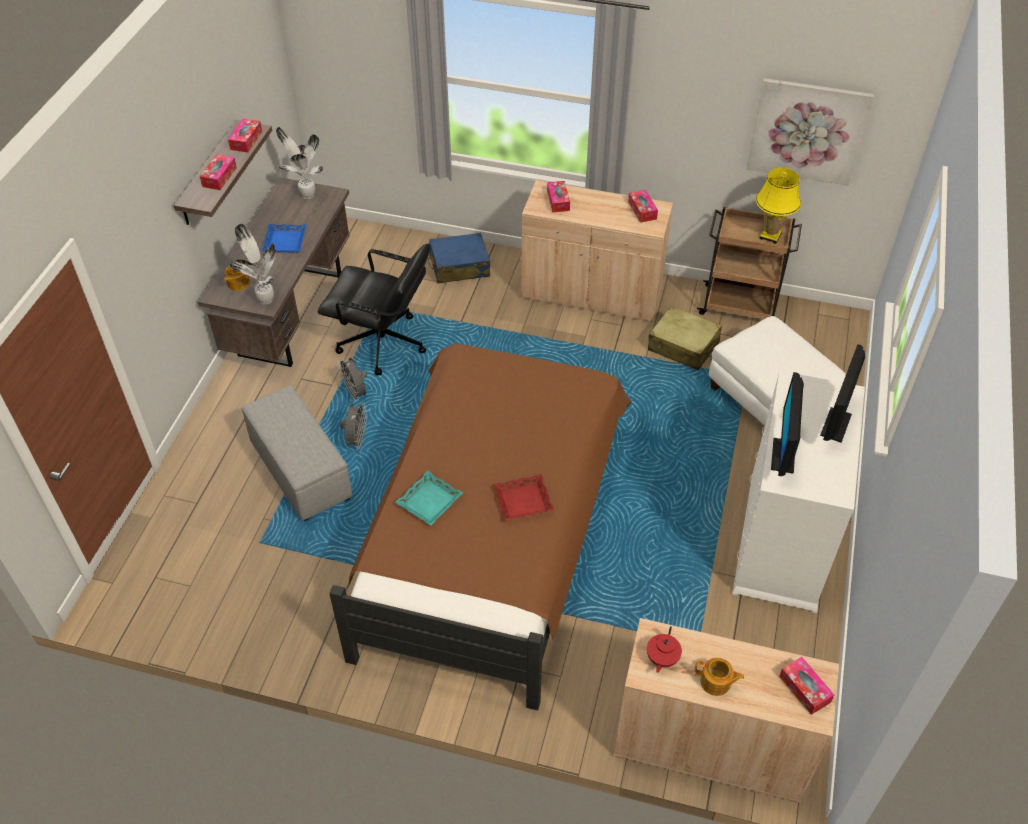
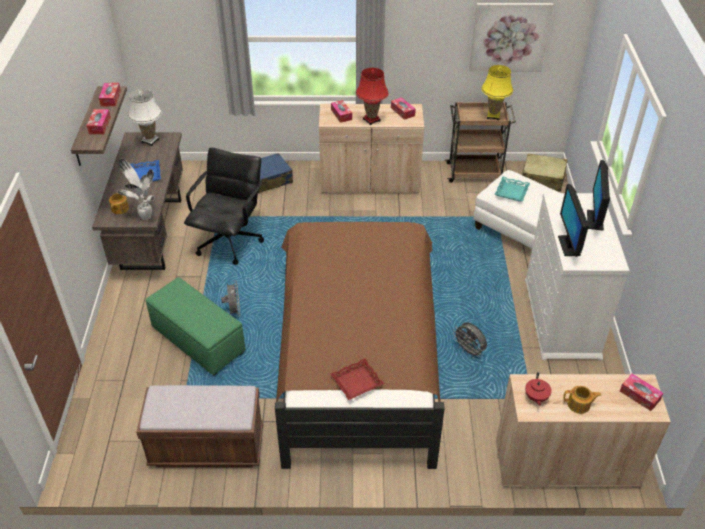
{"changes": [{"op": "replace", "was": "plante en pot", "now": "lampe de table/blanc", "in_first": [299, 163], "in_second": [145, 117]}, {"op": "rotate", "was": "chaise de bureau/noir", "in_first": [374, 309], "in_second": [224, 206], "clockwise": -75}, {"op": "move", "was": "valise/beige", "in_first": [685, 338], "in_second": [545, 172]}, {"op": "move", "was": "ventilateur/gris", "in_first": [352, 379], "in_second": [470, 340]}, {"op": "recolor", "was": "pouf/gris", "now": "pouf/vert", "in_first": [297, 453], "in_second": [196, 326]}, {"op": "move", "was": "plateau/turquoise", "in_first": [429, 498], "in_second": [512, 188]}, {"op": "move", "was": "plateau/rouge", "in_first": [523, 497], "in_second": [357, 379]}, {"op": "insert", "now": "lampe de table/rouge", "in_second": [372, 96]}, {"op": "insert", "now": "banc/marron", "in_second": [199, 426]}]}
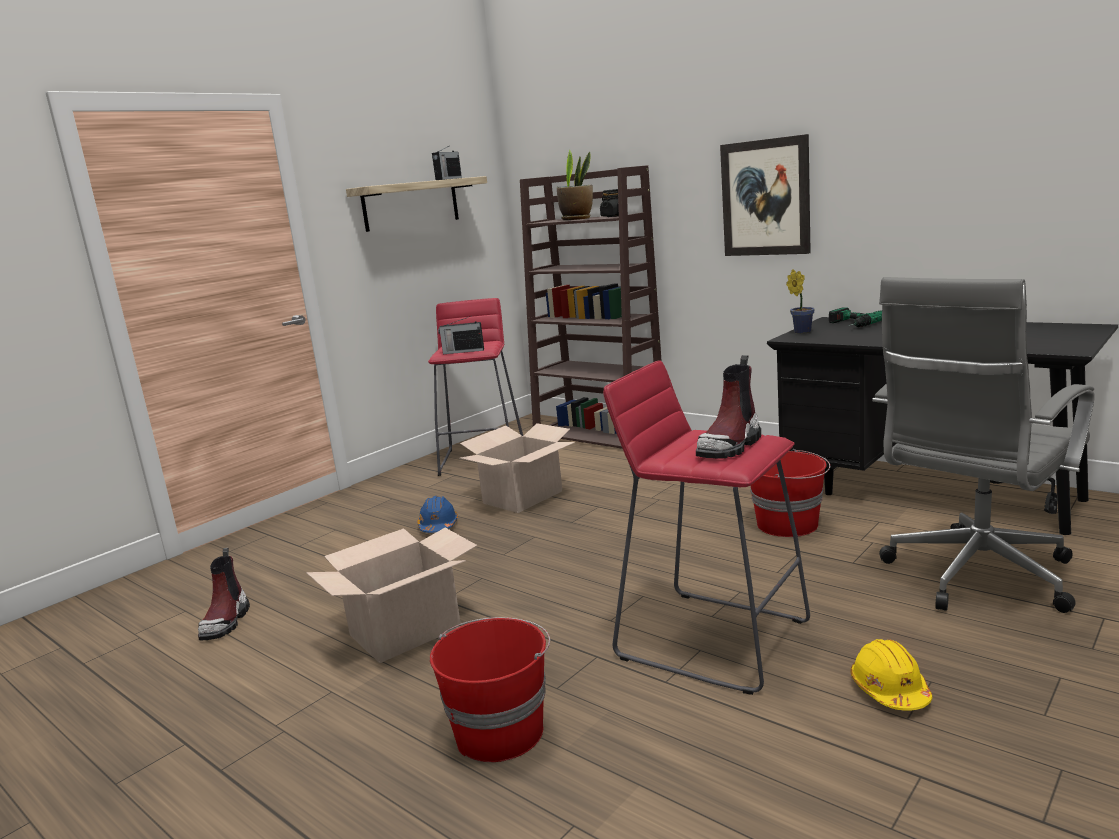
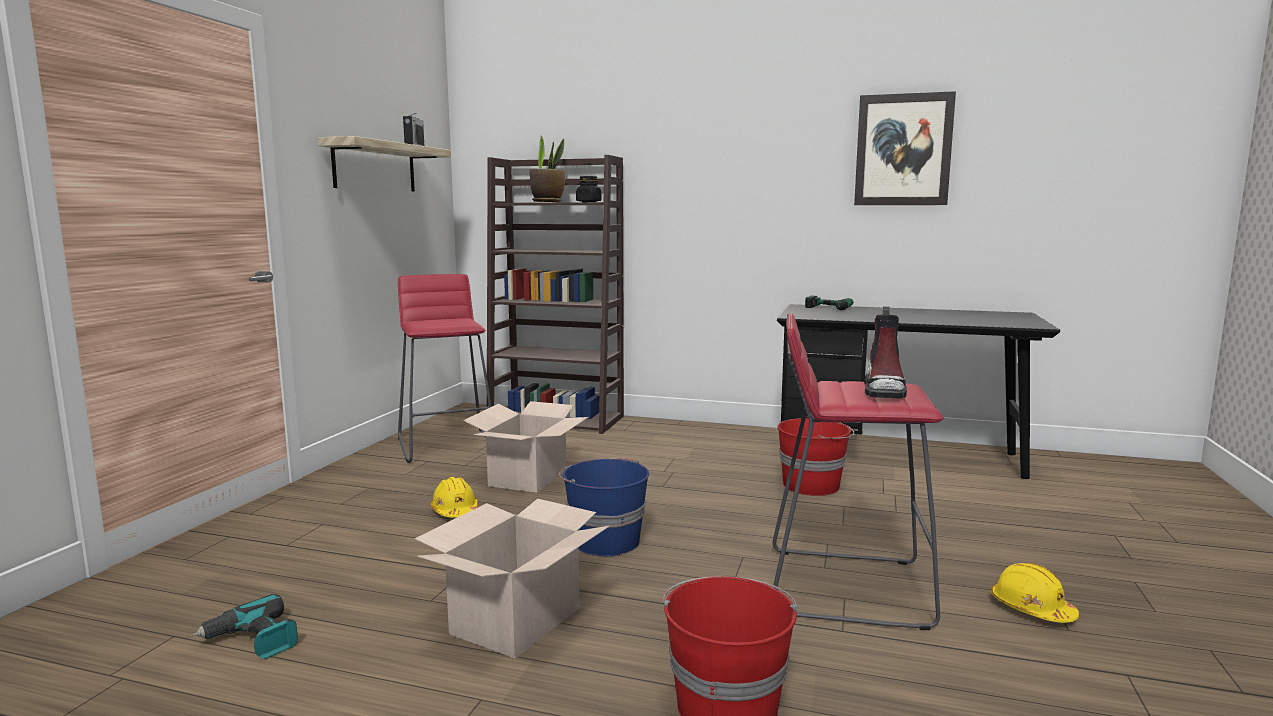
{"changes": [{"op": "move", "was": "tableau", "in_first": [765, 195], "in_second": [905, 148]}, {"op": "delete", "was": "plante en pot", "in_first": [800, 301]}, {"op": "delete", "was": "chaise de bureau/gris", "in_first": [983, 445]}, {"op": "delete", "was": "radio", "in_first": [461, 335]}, {"op": "recolor", "was": "casque de chantier/bleu", "now": "casque de chantier/jaune", "in_first": [437, 514], "in_second": [454, 497]}, {"op": "replace", "was": "botte", "now": "perceuse", "in_first": [224, 594], "in_second": [245, 626]}, {"op": "insert", "now": "seau/bleu", "in_second": [604, 507]}]}
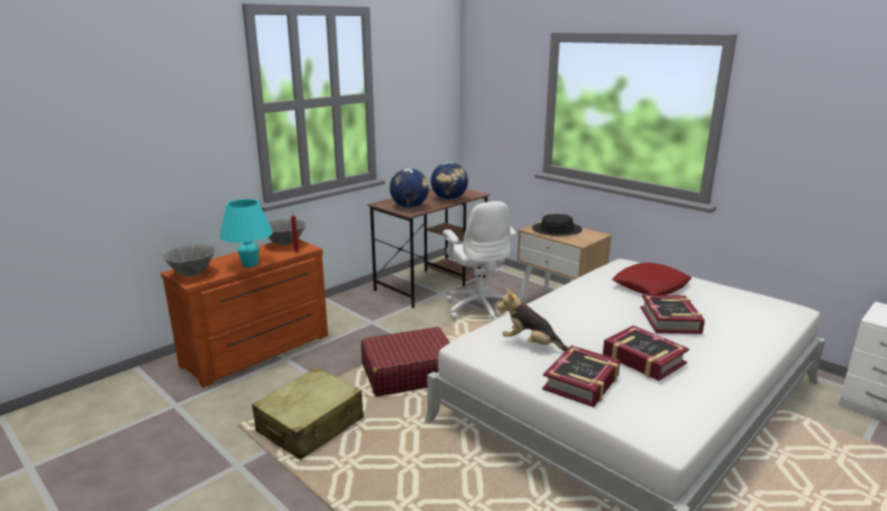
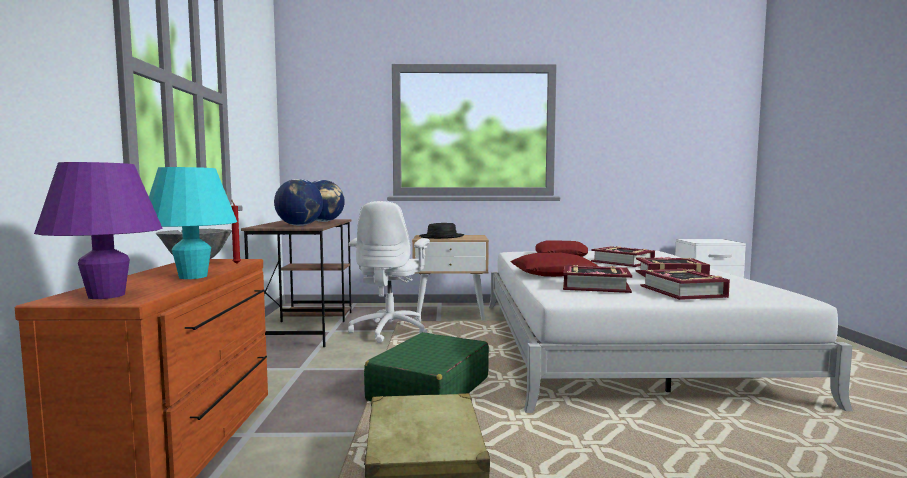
{"changes": [{"op": "rotate", "was": "chaise de bureau/blanc", "in_first": [479, 261], "in_second": [389, 272], "clockwise": 75}, {"op": "replace", "was": "bol/gris", "now": "lampe de table/violet", "in_first": [189, 260], "in_second": [98, 230]}, {"op": "replace", "was": "peluche", "now": "livre", "in_first": [533, 319], "in_second": [597, 279]}, {"op": "recolor", "was": "valise/rouge", "now": "valise/vert", "in_first": [405, 361], "in_second": [426, 366]}, {"op": "insert", "now": "coussin/rouge", "in_second": [554, 265]}]}
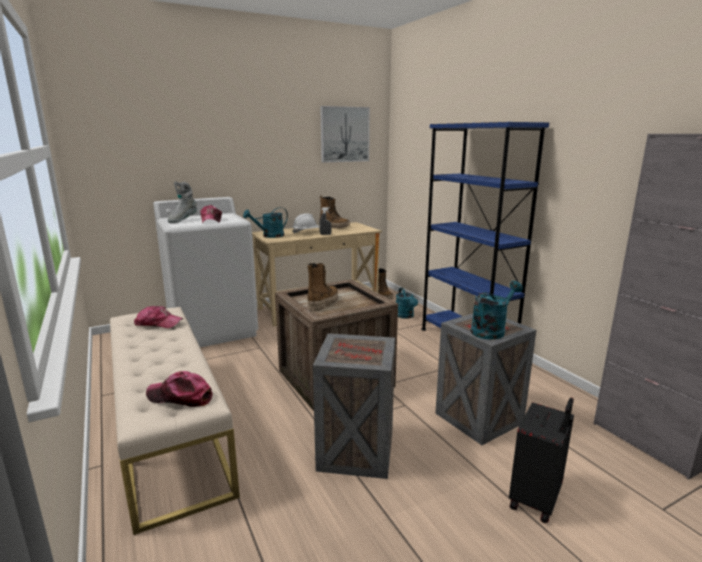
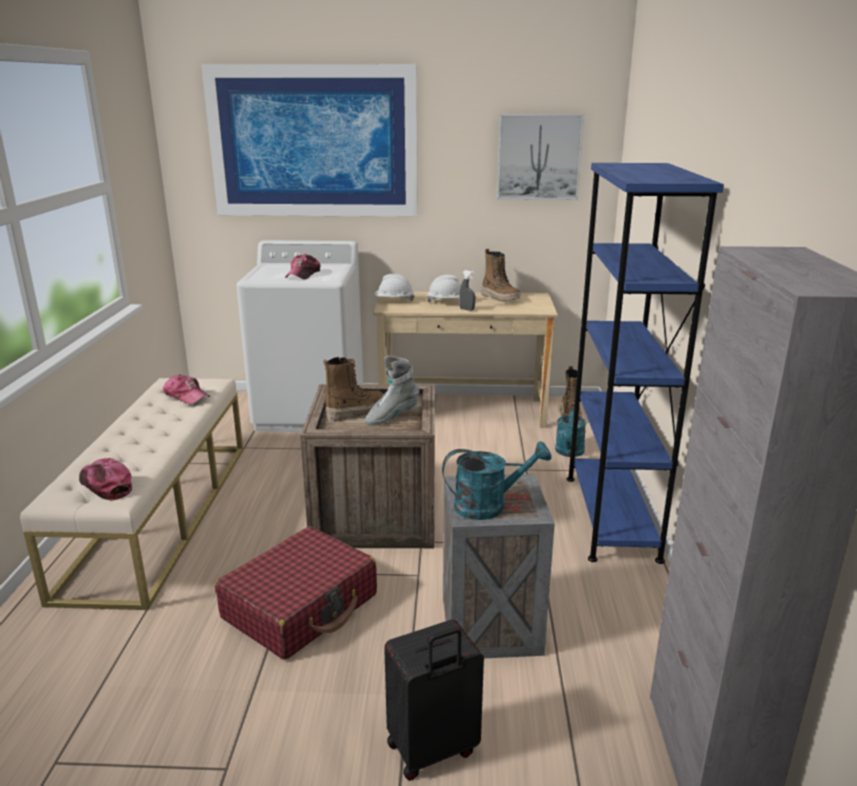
{"changes": [{"op": "move", "was": "botte/gris", "in_first": [182, 202], "in_second": [392, 390]}, {"op": "replace", "was": "arrosoir/turquoise", "now": "casque de chantier/blanc", "in_first": [265, 222], "in_second": [394, 287]}, {"op": "replace", "was": "caisse", "now": "valise/rouge", "in_first": [354, 406], "in_second": [296, 593]}, {"op": "insert", "now": "tableau", "in_second": [309, 140]}]}
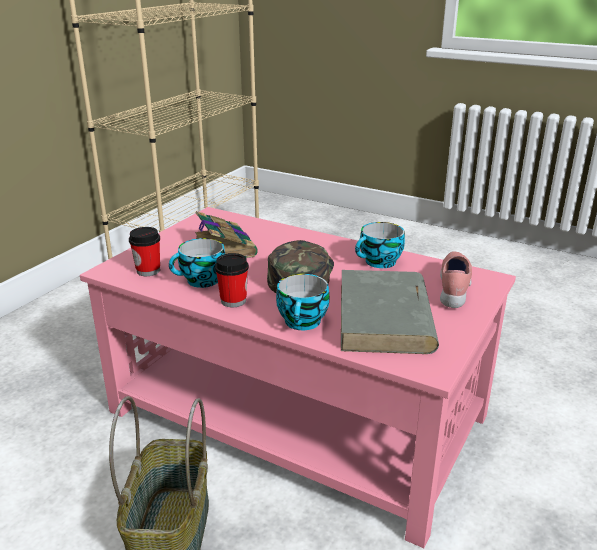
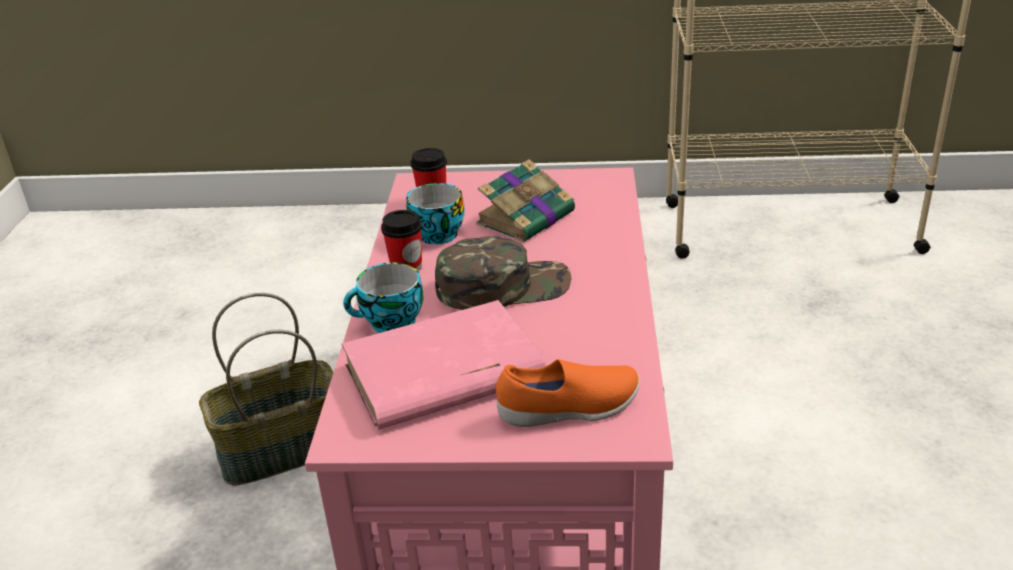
{"changes": [{"op": "delete", "was": "tasse", "in_first": [380, 245]}, {"op": "recolor", "was": "chaussure/rose", "now": "chaussure/orange", "in_first": [456, 279], "in_second": [568, 393]}, {"op": "recolor", "was": "livre/gris", "now": "livre/rose", "in_first": [390, 312], "in_second": [444, 365]}]}
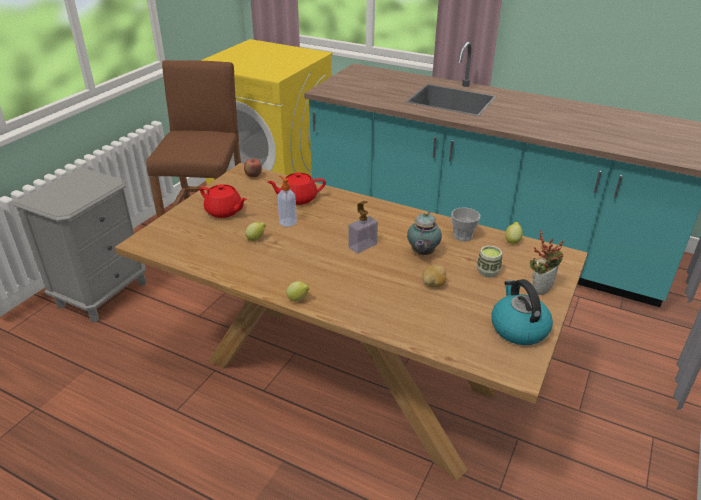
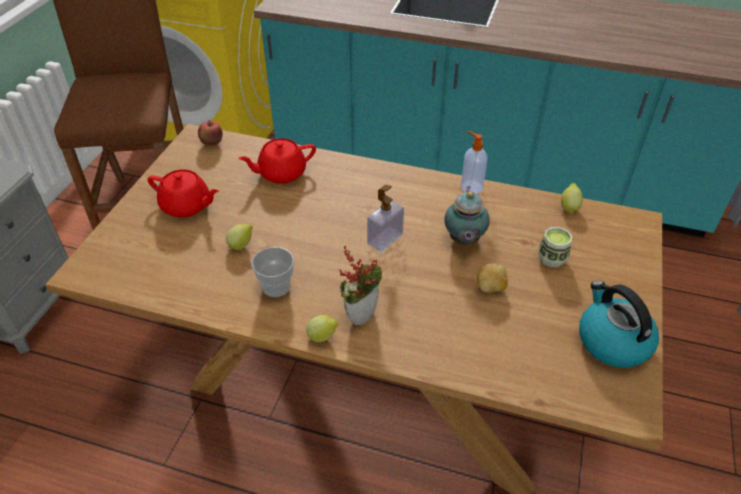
{"changes": [{"op": "move", "was": "distributeur de savon", "in_first": [287, 201], "in_second": [474, 162]}, {"op": "move", "was": "tasse", "in_first": [465, 224], "in_second": [272, 272]}, {"op": "move", "was": "plante en pot", "in_first": [547, 262], "in_second": [360, 286]}]}
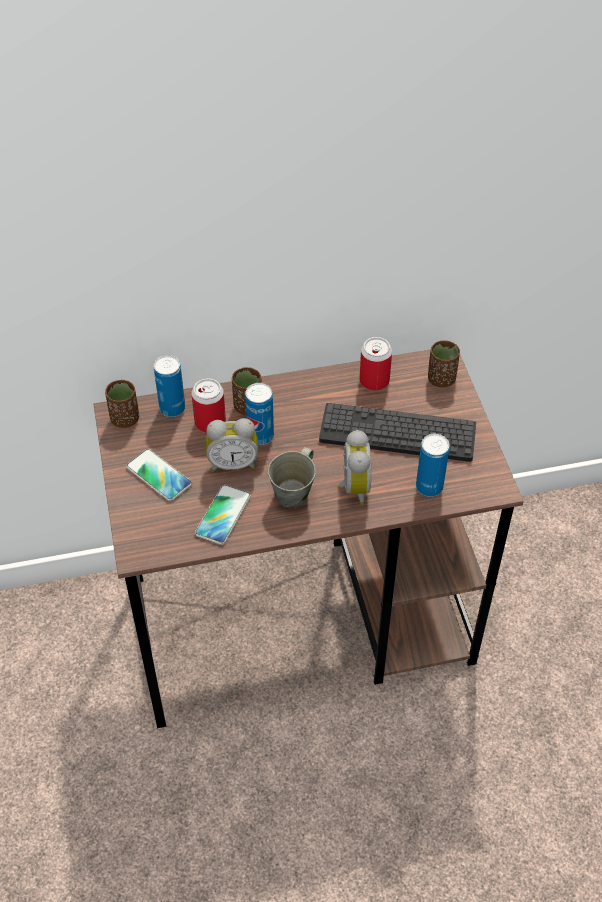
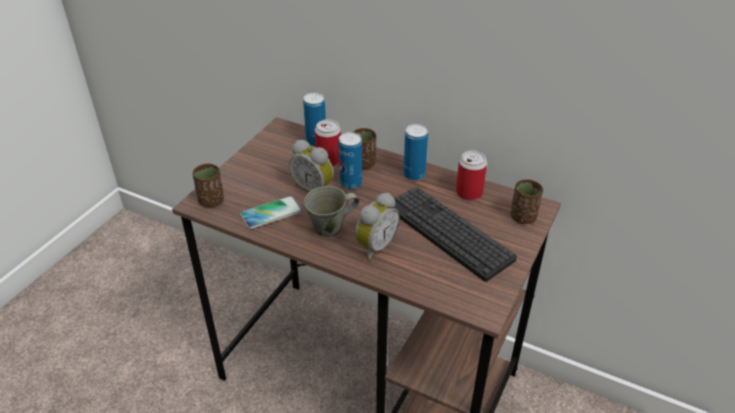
{"changes": [{"op": "move", "was": "tasse/marron", "in_first": [122, 404], "in_second": [208, 185]}, {"op": "move", "was": "boîte métallique", "in_first": [432, 465], "in_second": [415, 152]}, {"op": "delete", "was": "téléphone", "in_first": [159, 475]}]}
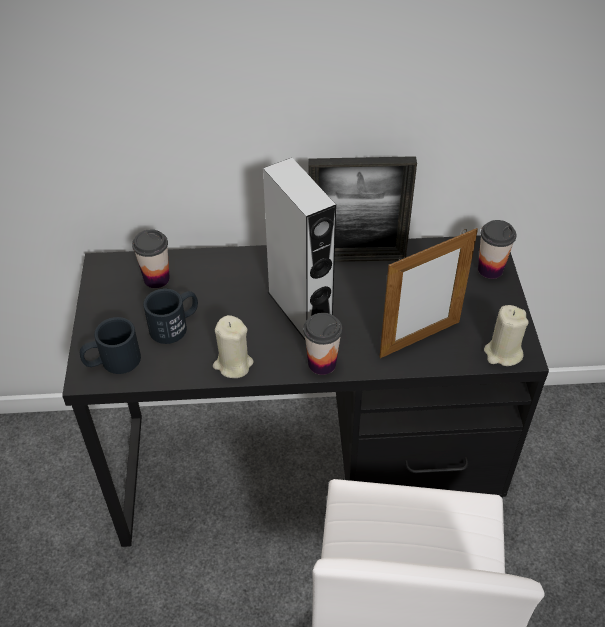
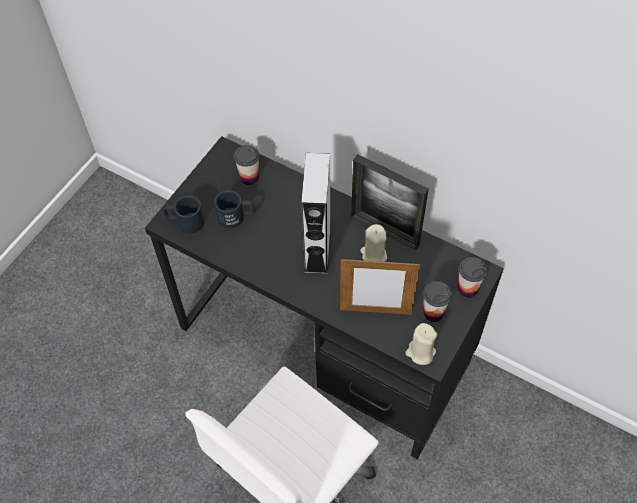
{"changes": [{"op": "move", "was": "tasse", "in_first": [322, 344], "in_second": [437, 301]}, {"op": "move", "was": "bougie/beige", "in_first": [233, 346], "in_second": [373, 243]}]}
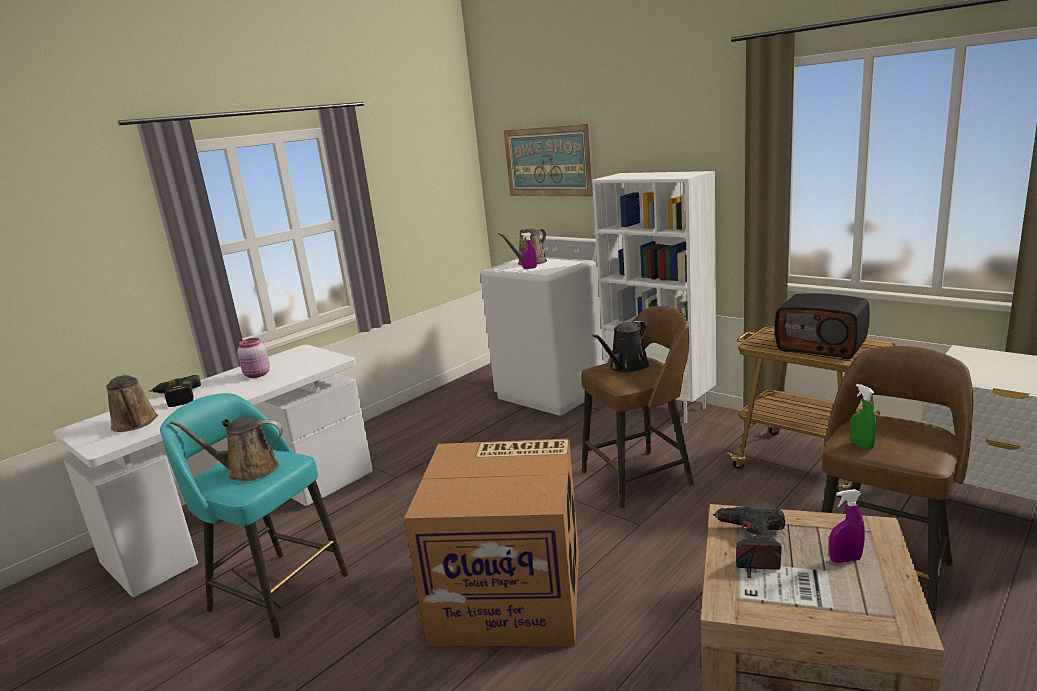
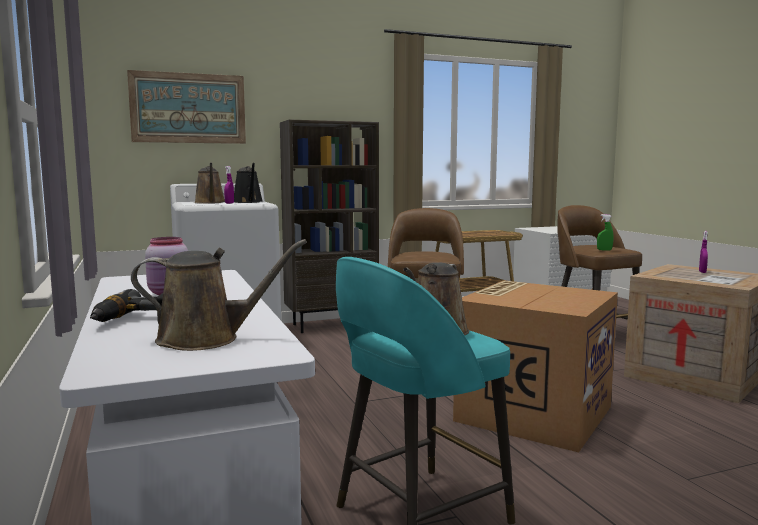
{"changes": [{"op": "recolor", "was": "bibliothèque/blanc", "now": "bibliothèque/marron", "in_first": [654, 297], "in_second": [329, 226]}, {"op": "delete", "was": "radio", "in_first": [822, 326]}, {"op": "move", "was": "arrosoir/noir", "in_first": [620, 346], "in_second": [248, 183]}, {"op": "delete", "was": "perceuse", "in_first": [748, 538]}]}
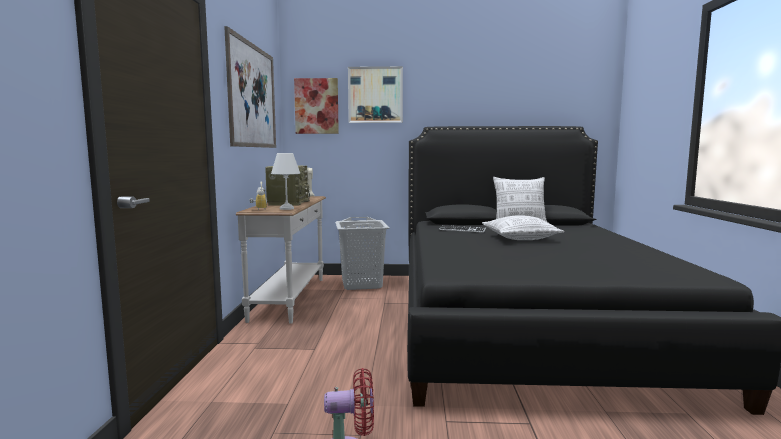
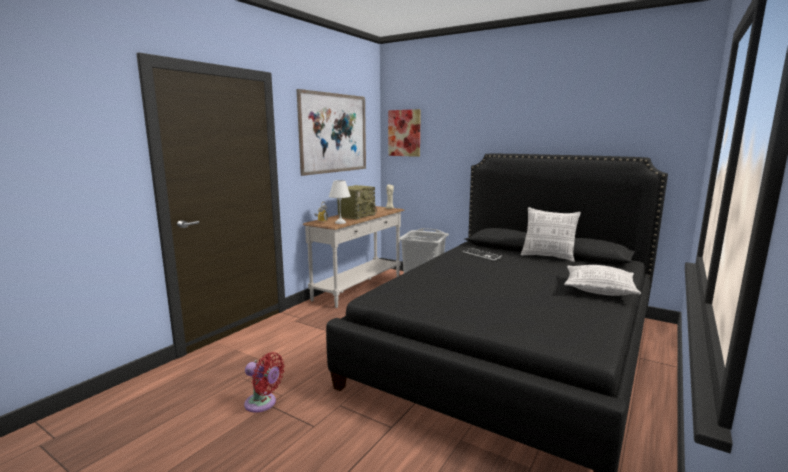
{"changes": [{"op": "delete", "was": "tableau", "in_first": [375, 94]}, {"op": "move", "was": "coussin", "in_first": [523, 227], "in_second": [602, 280]}]}
